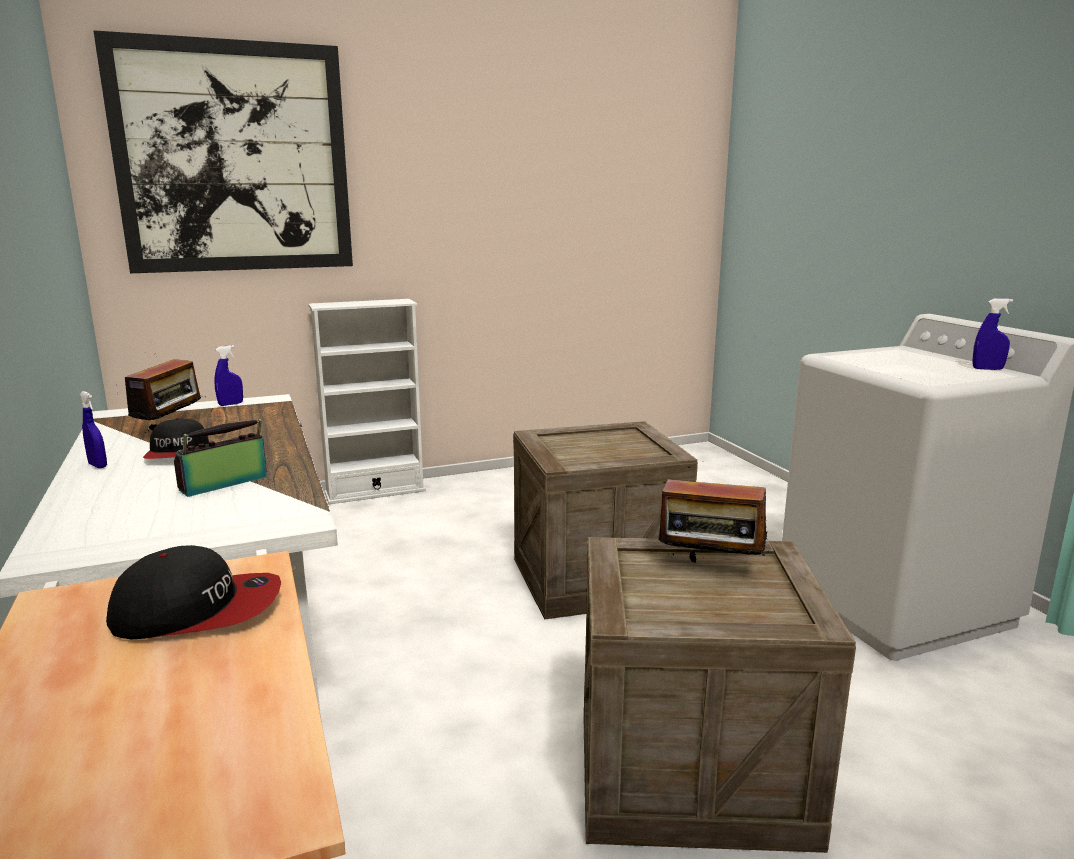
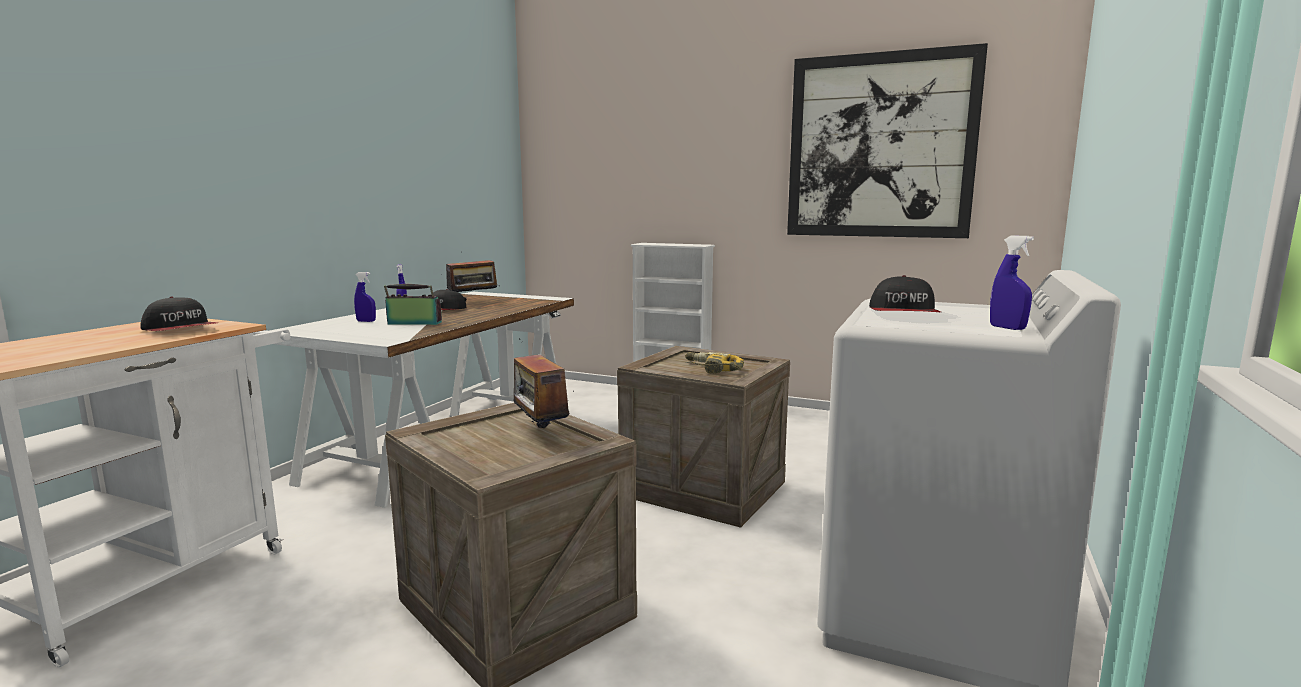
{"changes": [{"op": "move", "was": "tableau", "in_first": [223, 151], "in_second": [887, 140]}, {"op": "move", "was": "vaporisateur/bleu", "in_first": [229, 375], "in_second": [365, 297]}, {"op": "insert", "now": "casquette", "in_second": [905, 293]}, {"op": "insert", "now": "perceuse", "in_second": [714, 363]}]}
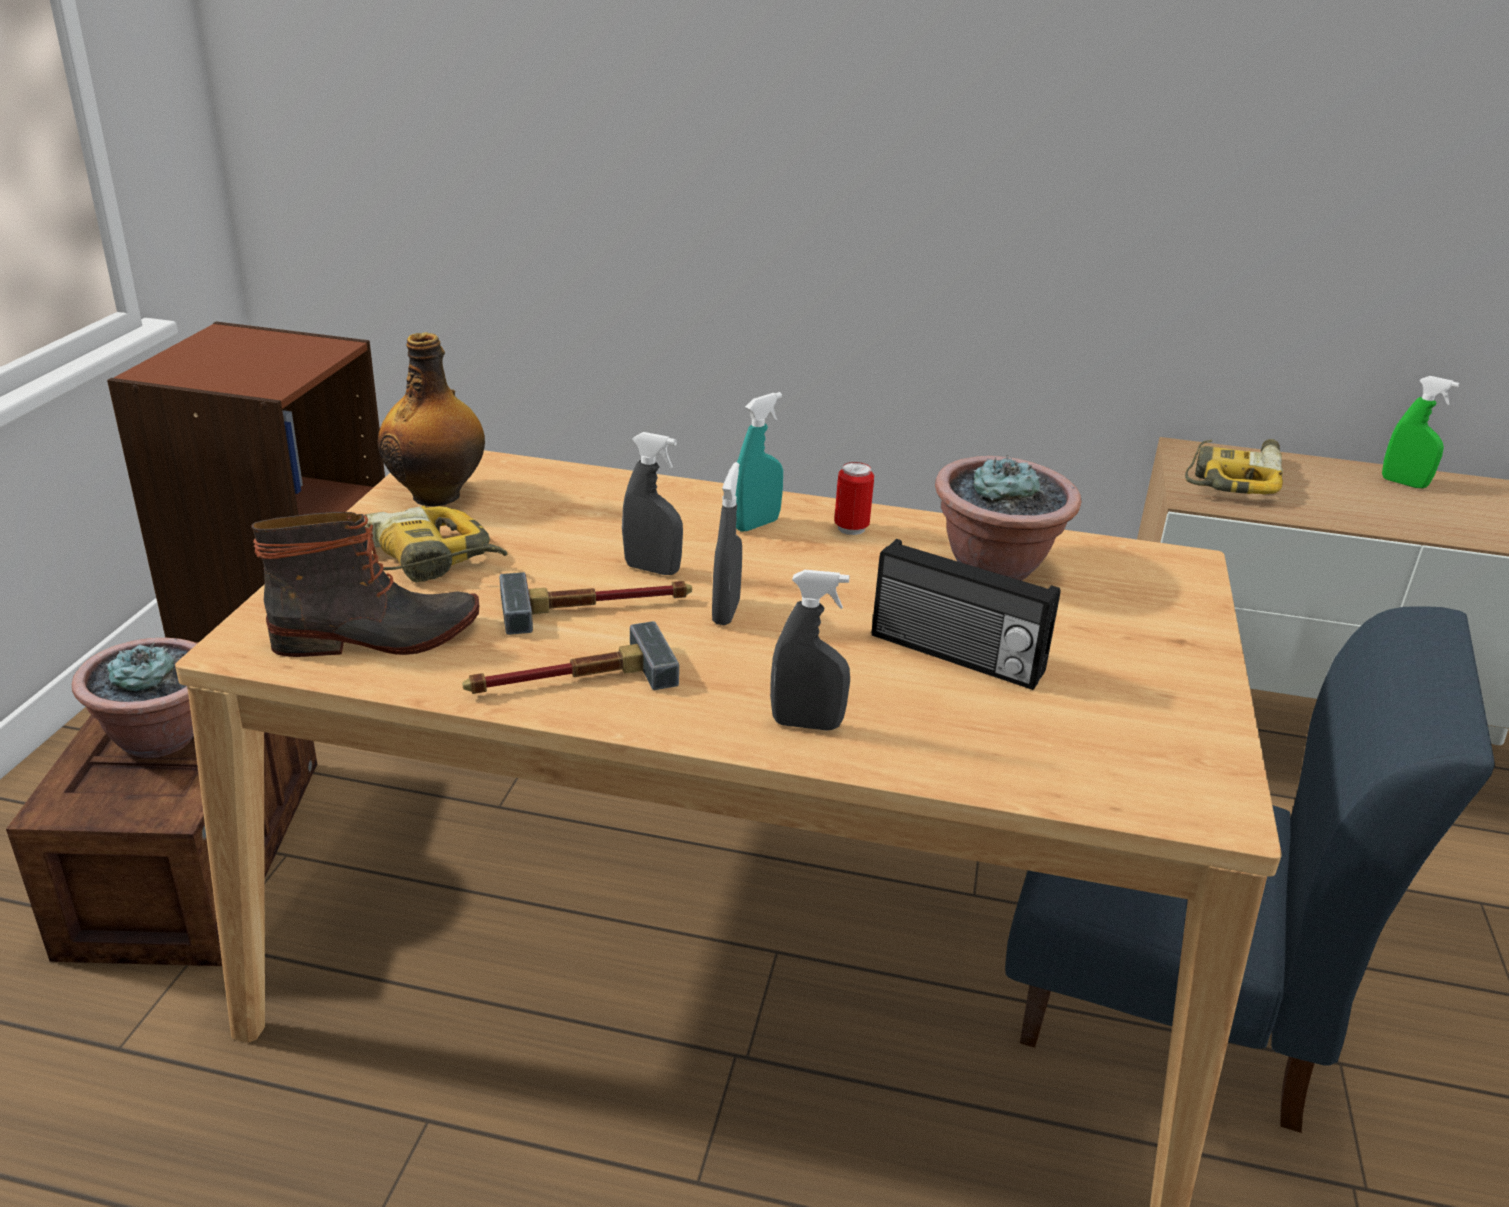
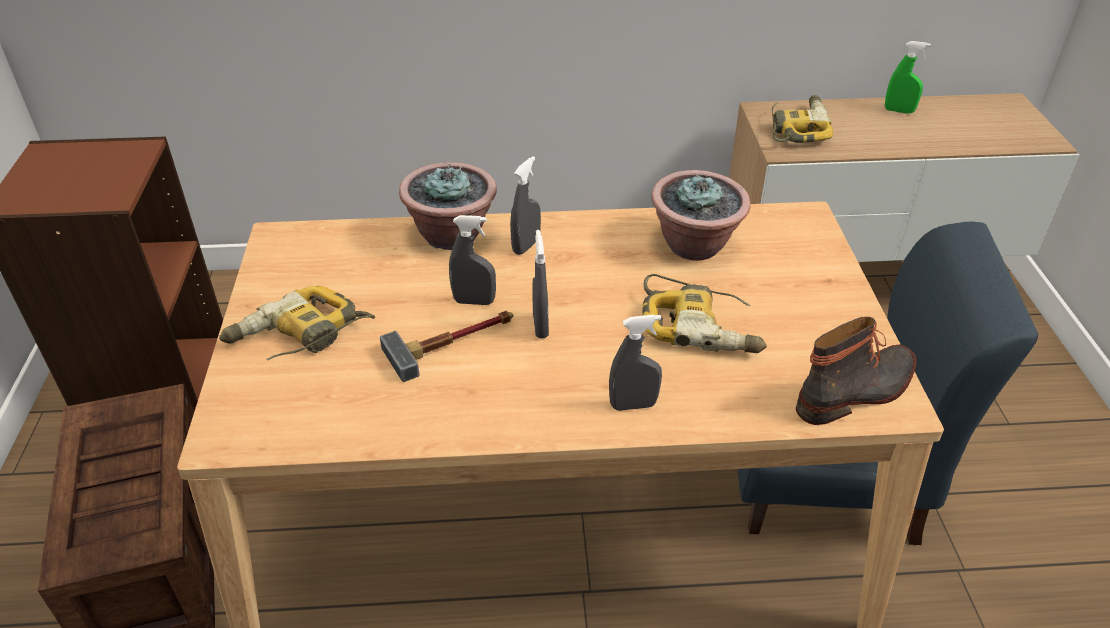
{"changes": [{"op": "delete", "was": "bouteille", "in_first": [431, 419]}, {"op": "recolor", "was": "vaporisateur/turquoise", "now": "vaporisateur/gris", "in_first": [759, 462], "in_second": [525, 205]}, {"op": "delete", "was": "boîte métallique", "in_first": [854, 498]}, {"op": "move", "was": "botte", "in_first": [365, 584], "in_second": [856, 370]}, {"op": "replace", "was": "radio", "now": "perceuse", "in_first": [966, 614], "in_second": [705, 313]}, {"op": "delete", "was": "marteau", "in_first": [570, 657]}, {"op": "move", "was": "plante en pot", "in_first": [134, 698], "in_second": [448, 206]}]}
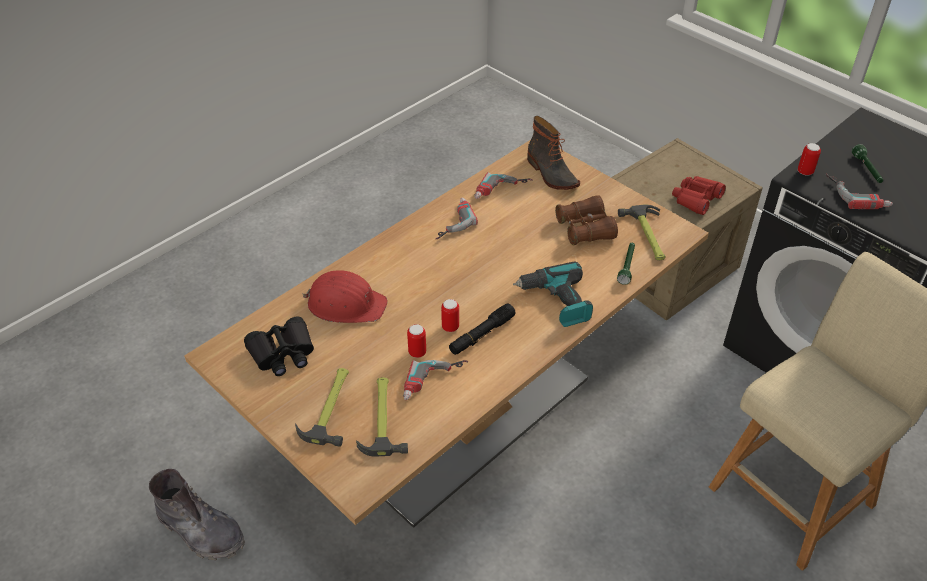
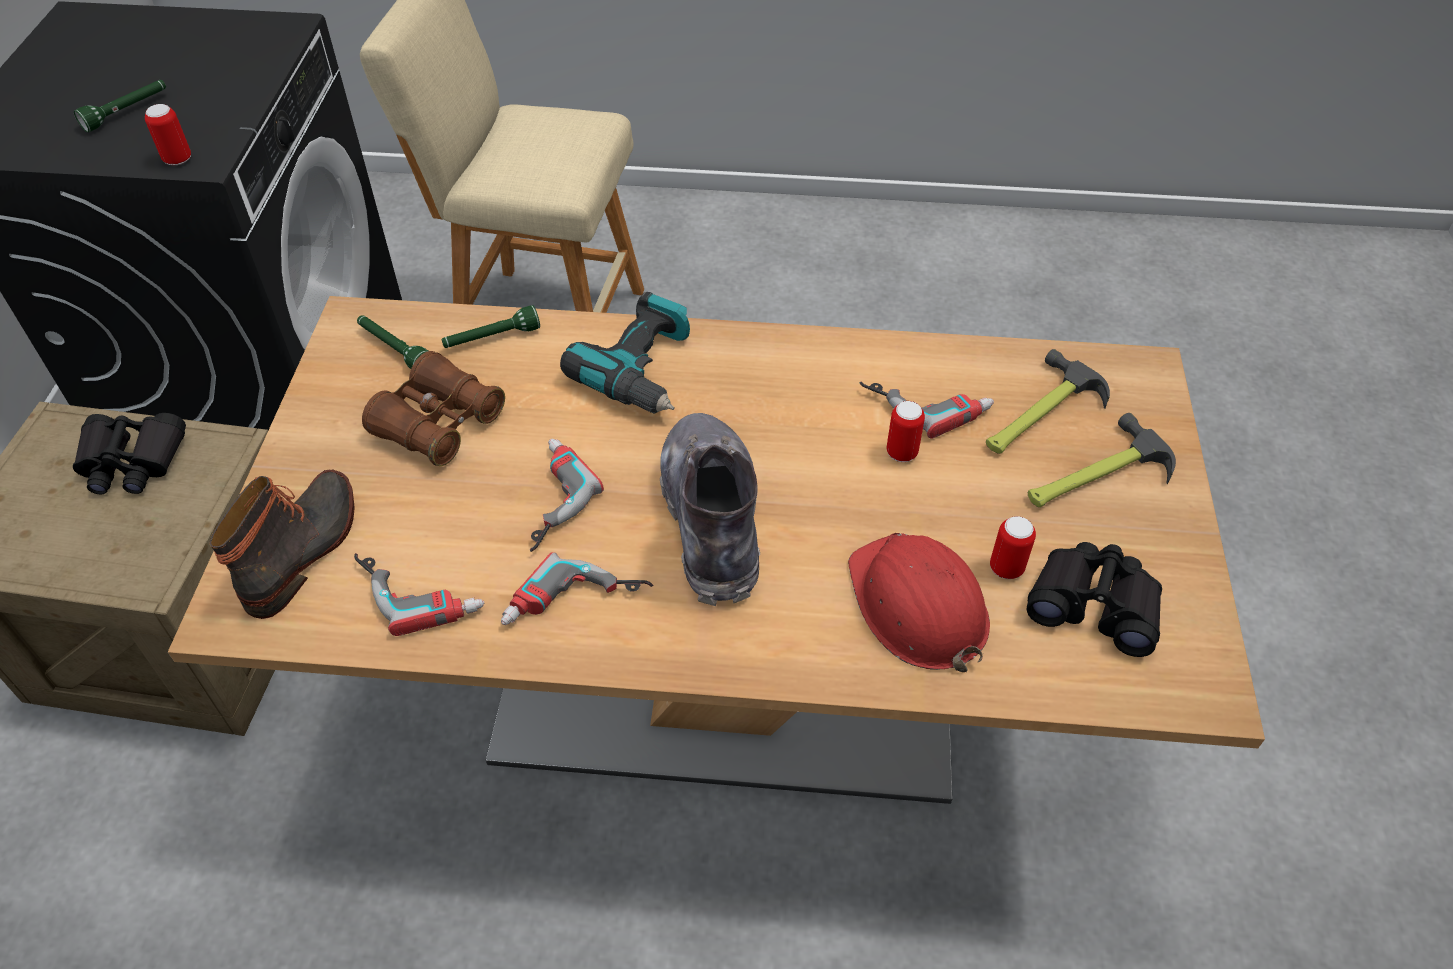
{"changes": [{"op": "move", "was": "perceuse", "in_first": [859, 191], "in_second": [567, 495]}, {"op": "recolor", "was": "jumelles/rouge", "now": "jumelles/noir", "in_first": [699, 195], "in_second": [129, 453]}, {"op": "replace", "was": "marteau", "now": "lampe de poche/vert", "in_first": [642, 232], "in_second": [392, 342]}, {"op": "move", "was": "boîte métallique", "in_first": [450, 315], "in_second": [1013, 547]}, {"op": "delete", "was": "lampe de poche/noir", "in_first": [482, 329]}, {"op": "move", "was": "botte/gris", "in_first": [197, 514], "in_second": [710, 509]}]}
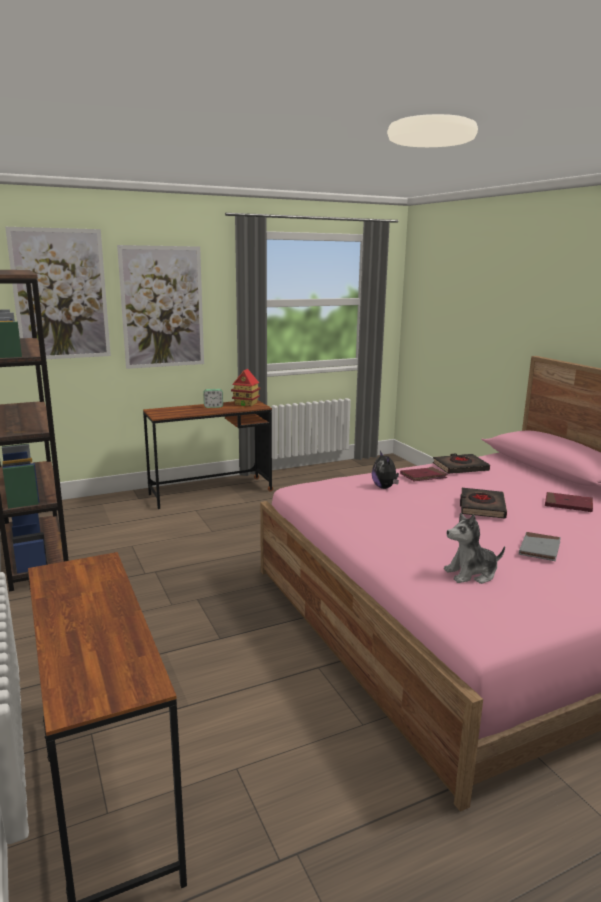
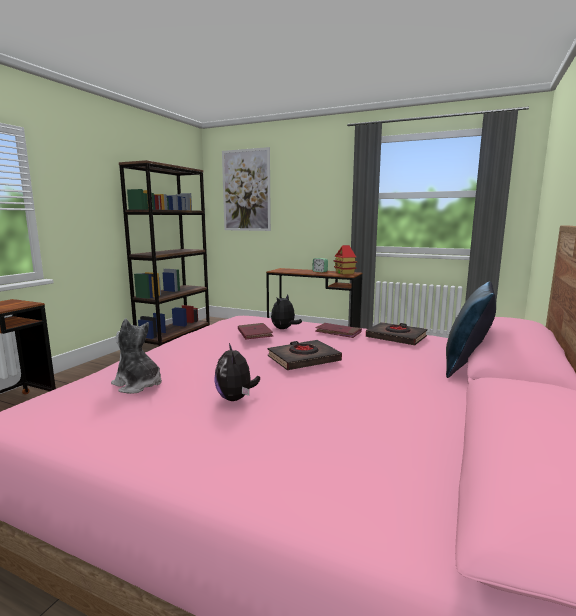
{"changes": [{"op": "delete", "was": "tableau", "in_first": [160, 307]}, {"op": "move", "was": "livre/rouge", "in_first": [569, 502], "in_second": [255, 331]}, {"op": "replace", "was": "livre/gris", "now": "peluche", "in_first": [540, 546], "in_second": [237, 372]}, {"op": "insert", "now": "coussin/bleu", "in_second": [471, 329]}]}
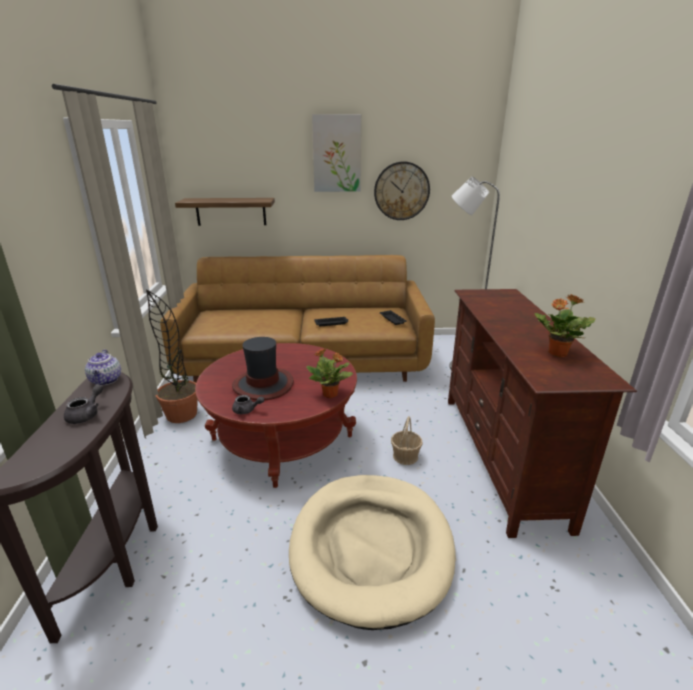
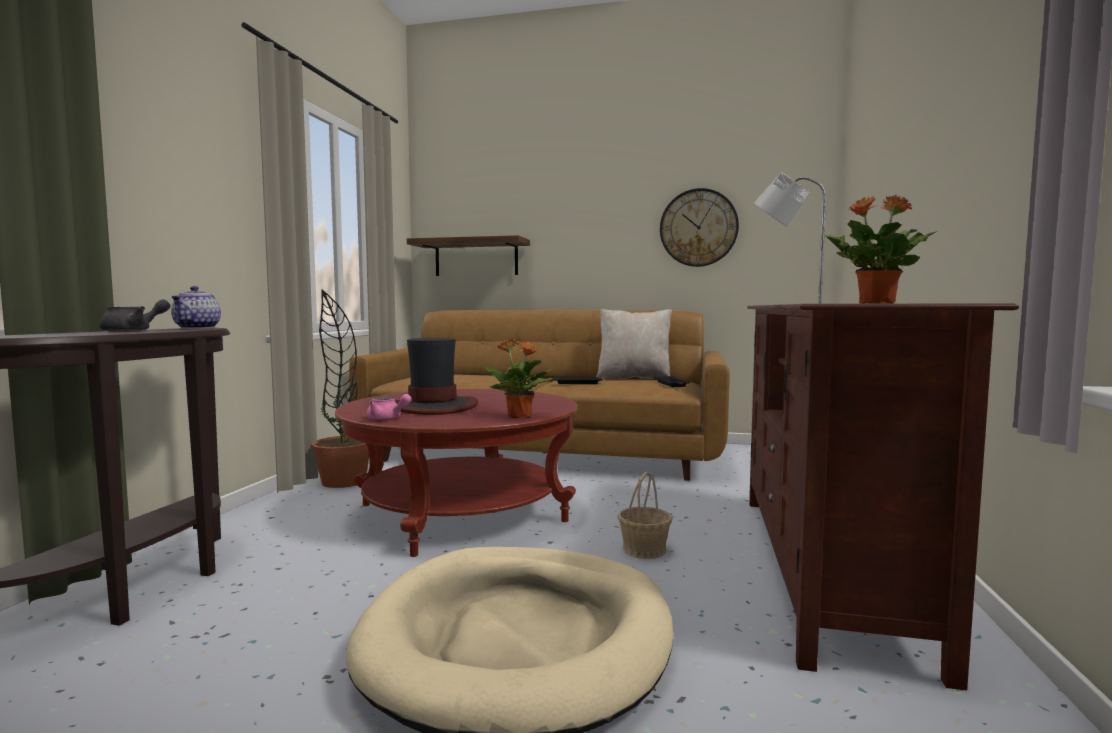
{"changes": [{"op": "delete", "was": "tableau", "in_first": [336, 153]}, {"op": "recolor", "was": "théière/gris", "now": "théière/rose", "in_first": [248, 404], "in_second": [389, 407]}, {"op": "insert", "now": "coussin/beige", "in_second": [634, 344]}]}
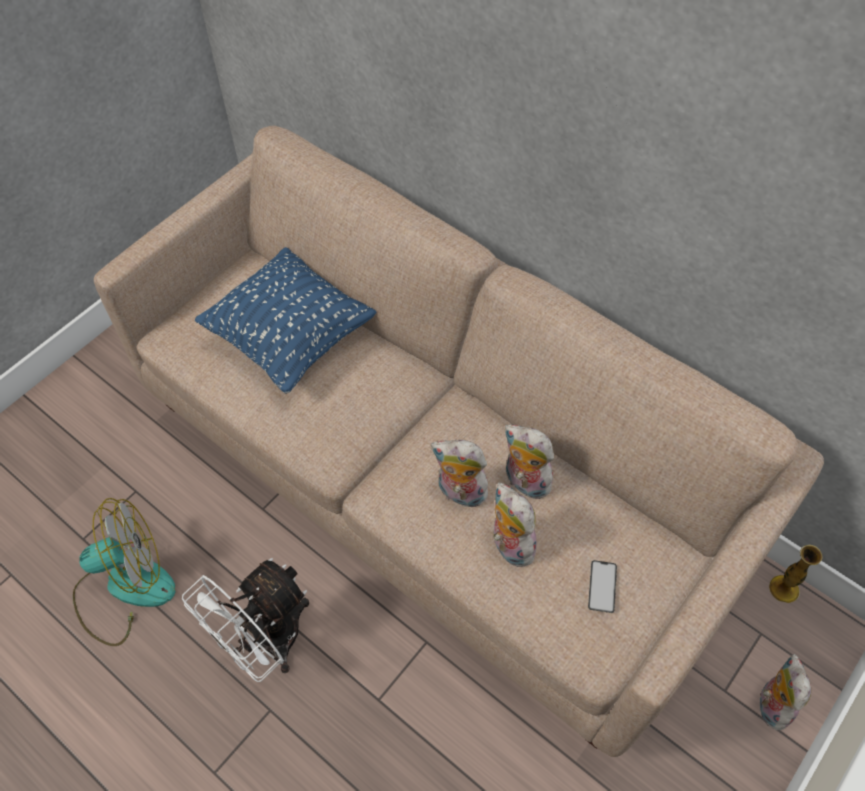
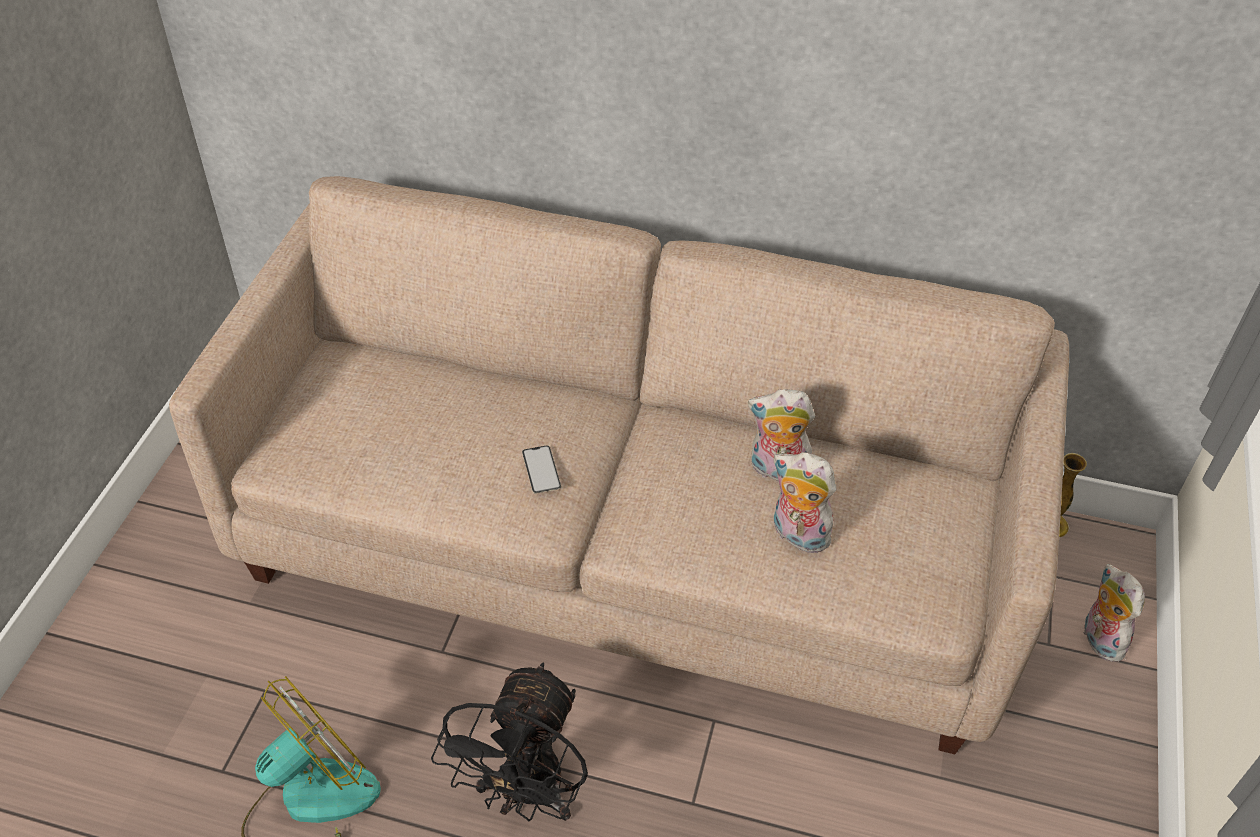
{"changes": [{"op": "delete", "was": "coussin/bleu", "in_first": [285, 320]}, {"op": "delete", "was": "peluche", "in_first": [459, 473]}, {"op": "recolor", "was": "ventilateur/blanc", "now": "ventilateur/noir", "in_first": [245, 620], "in_second": [509, 741]}, {"op": "move", "was": "téléphone", "in_first": [602, 586], "in_second": [541, 469]}]}
